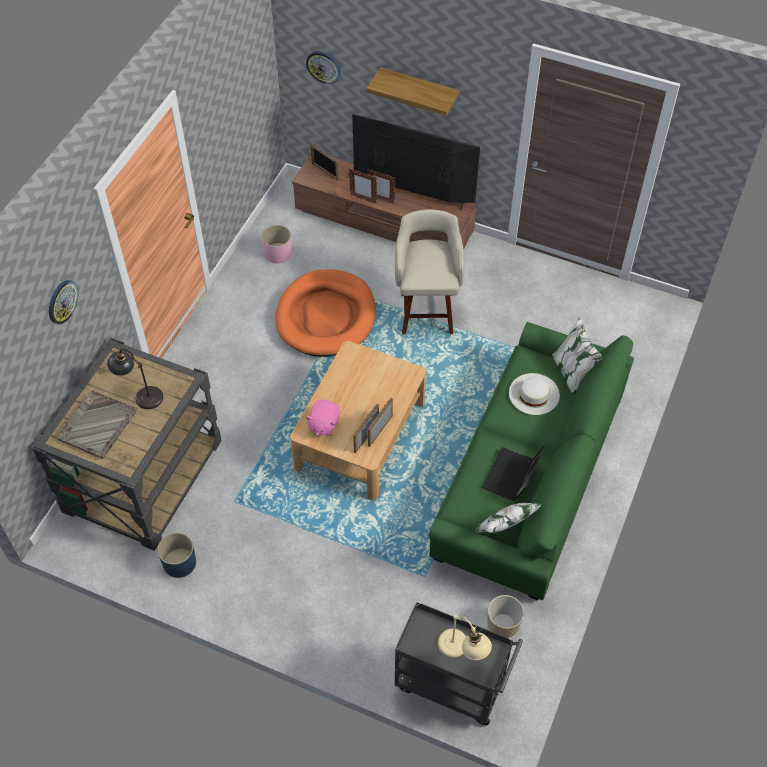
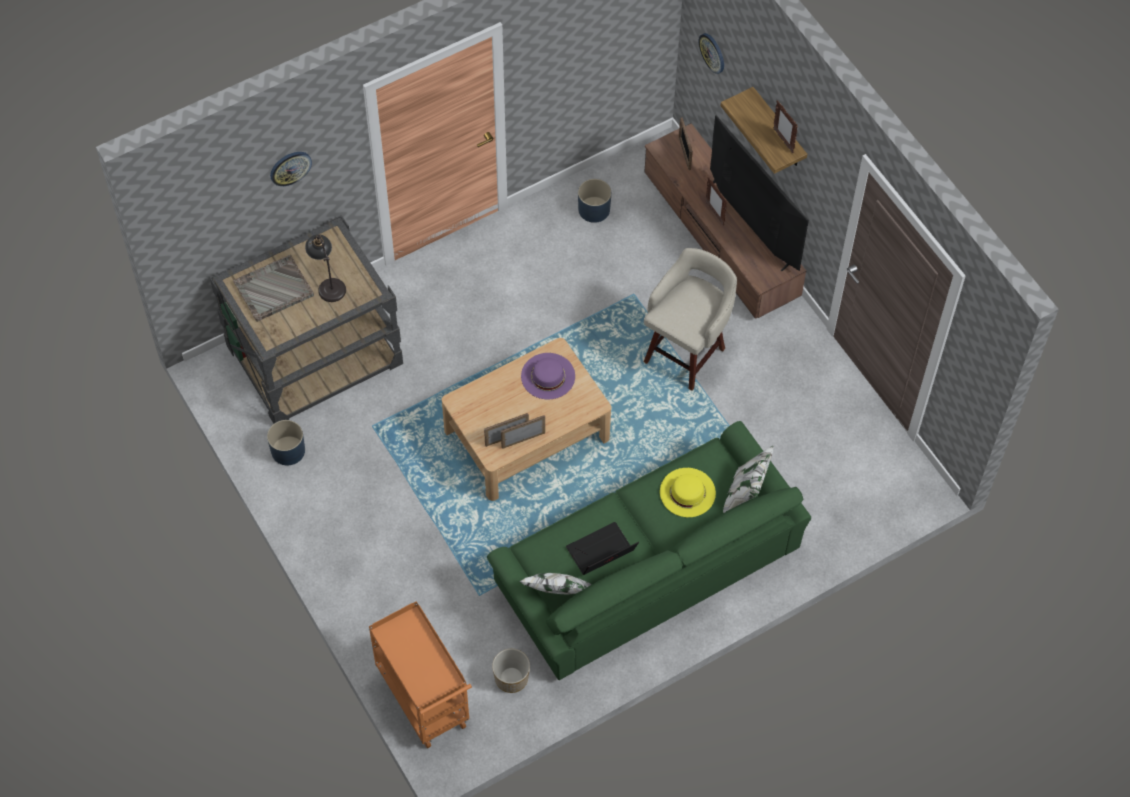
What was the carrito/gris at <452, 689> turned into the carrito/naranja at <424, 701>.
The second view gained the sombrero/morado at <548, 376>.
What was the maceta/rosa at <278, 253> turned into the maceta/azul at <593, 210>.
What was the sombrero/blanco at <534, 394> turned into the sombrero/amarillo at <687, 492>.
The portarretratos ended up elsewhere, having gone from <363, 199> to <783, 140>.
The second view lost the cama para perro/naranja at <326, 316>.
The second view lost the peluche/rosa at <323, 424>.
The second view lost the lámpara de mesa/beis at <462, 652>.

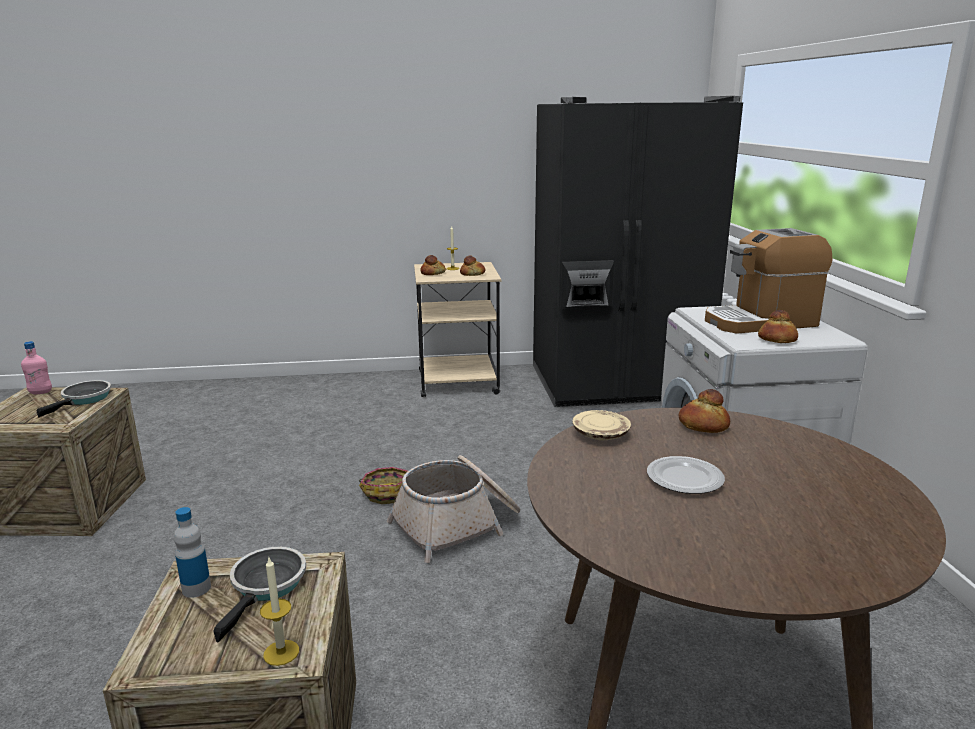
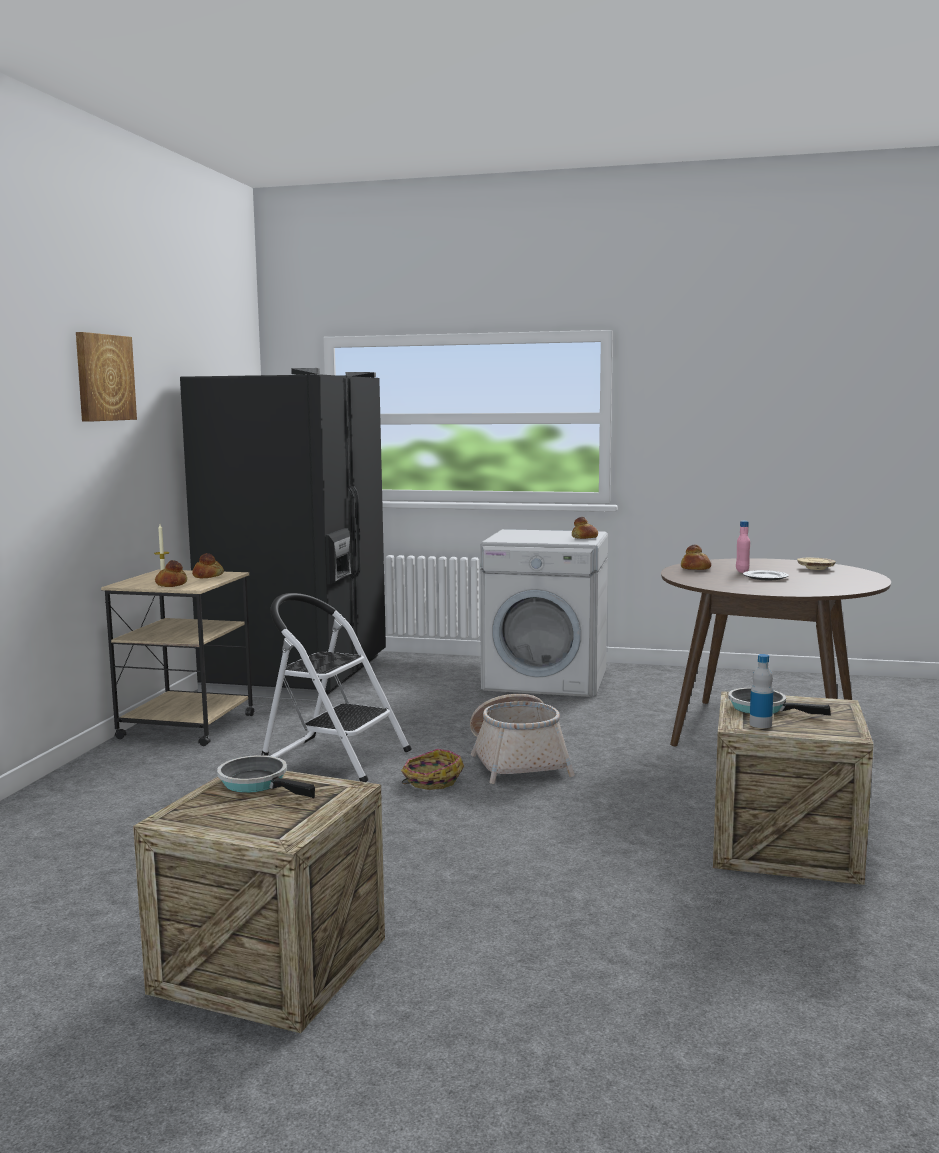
The second view gained the cuadro at <104, 377>.
The second view gained the escalera de tijera at <332, 758>.
The botella/rosa ended up elsewhere, having gone from <40, 392> to <742, 571>.
The plato/beis ended up elsewhere, having gone from <601, 434> to <815, 568>.
The second view lost the vela at <281, 652>.
The second view lost the cafetera at <760, 322>.

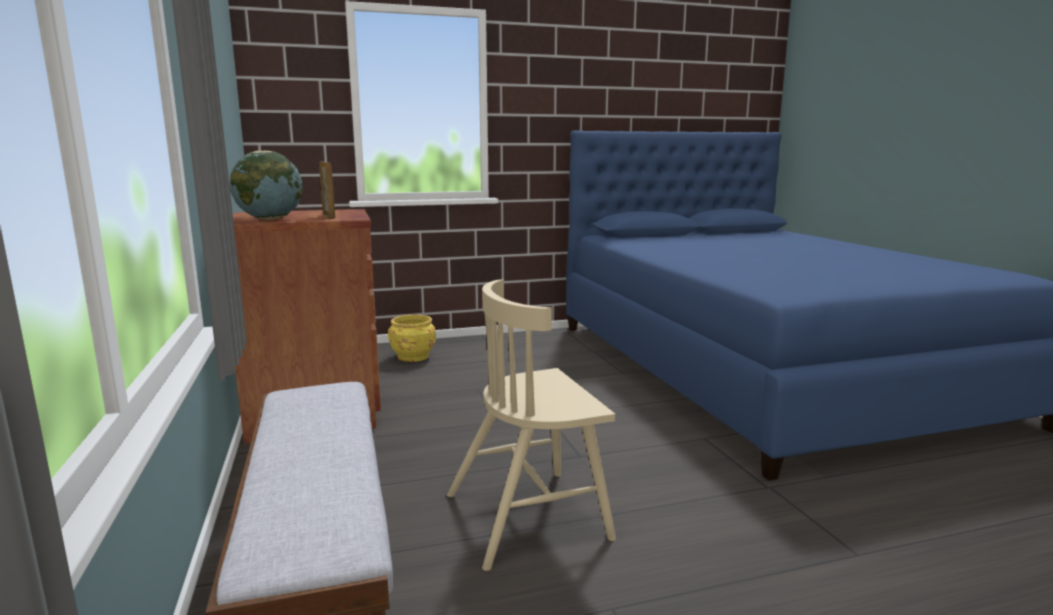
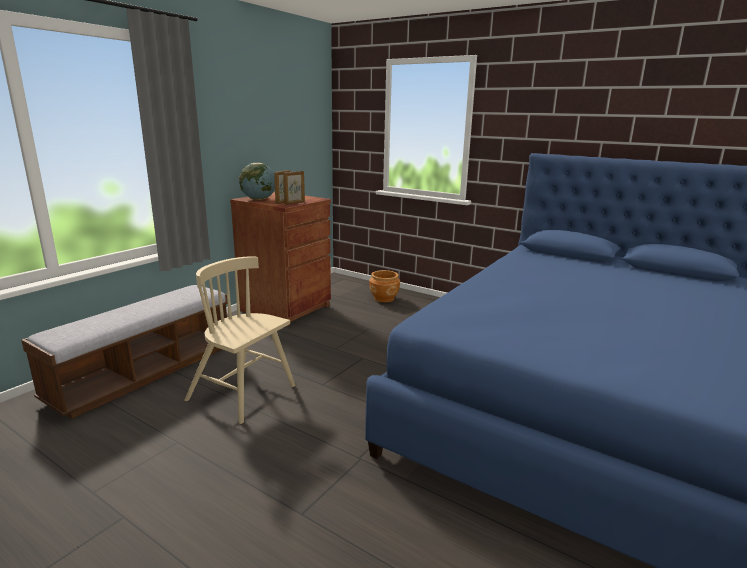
The second view gained the portarretratos at <295, 203>.
What was the maceta/amarillo at <413, 356> turned into the maceta/marrón at <384, 298>.

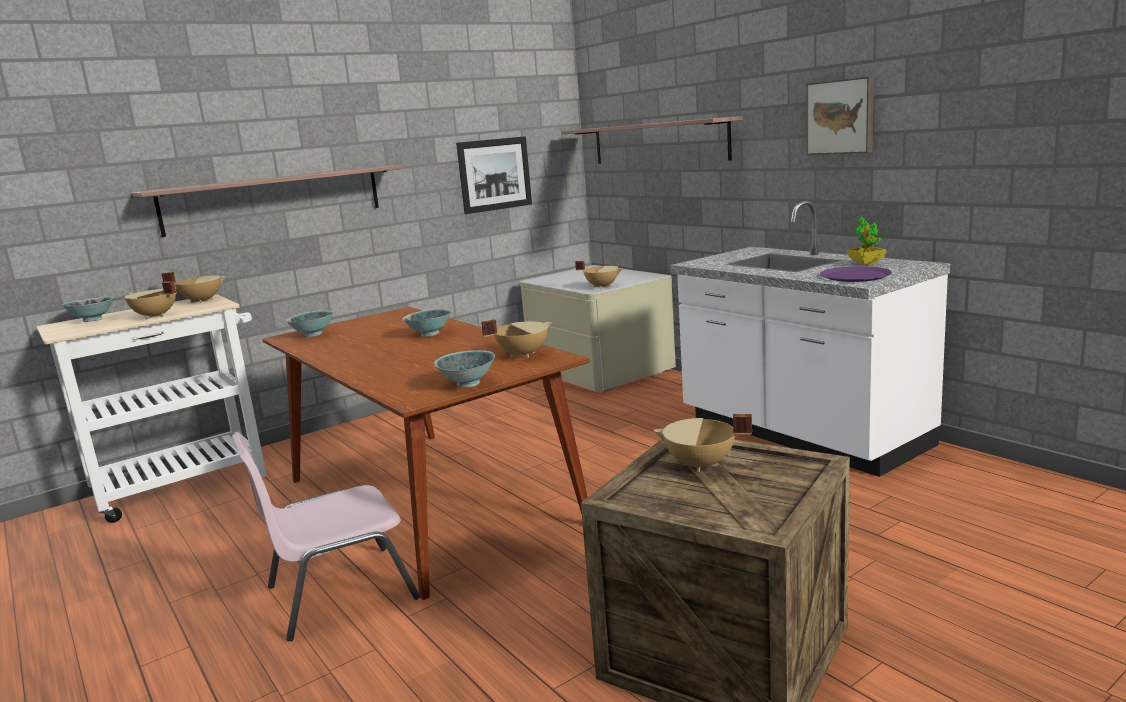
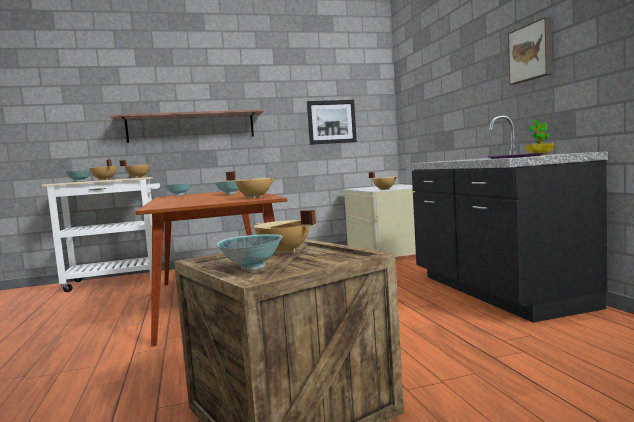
The cuenco ended up elsewhere, having gone from <468, 384> to <252, 267>.
What was the mueble bajo de cocina/blanco at <800, 433> turned into the mueble bajo de cocina/negro at <495, 291>.
The second view lost the silla/rosa at <338, 592>.
The second view lost the estante at <658, 142>.

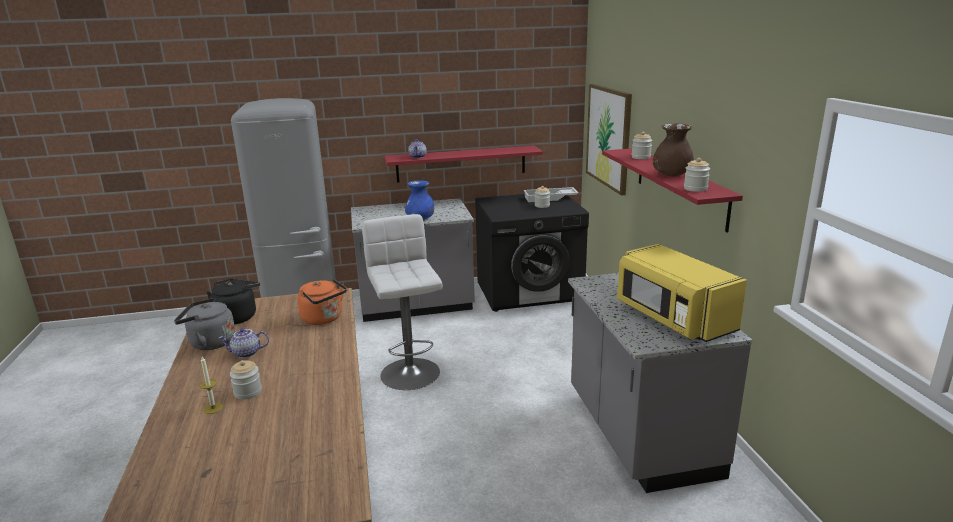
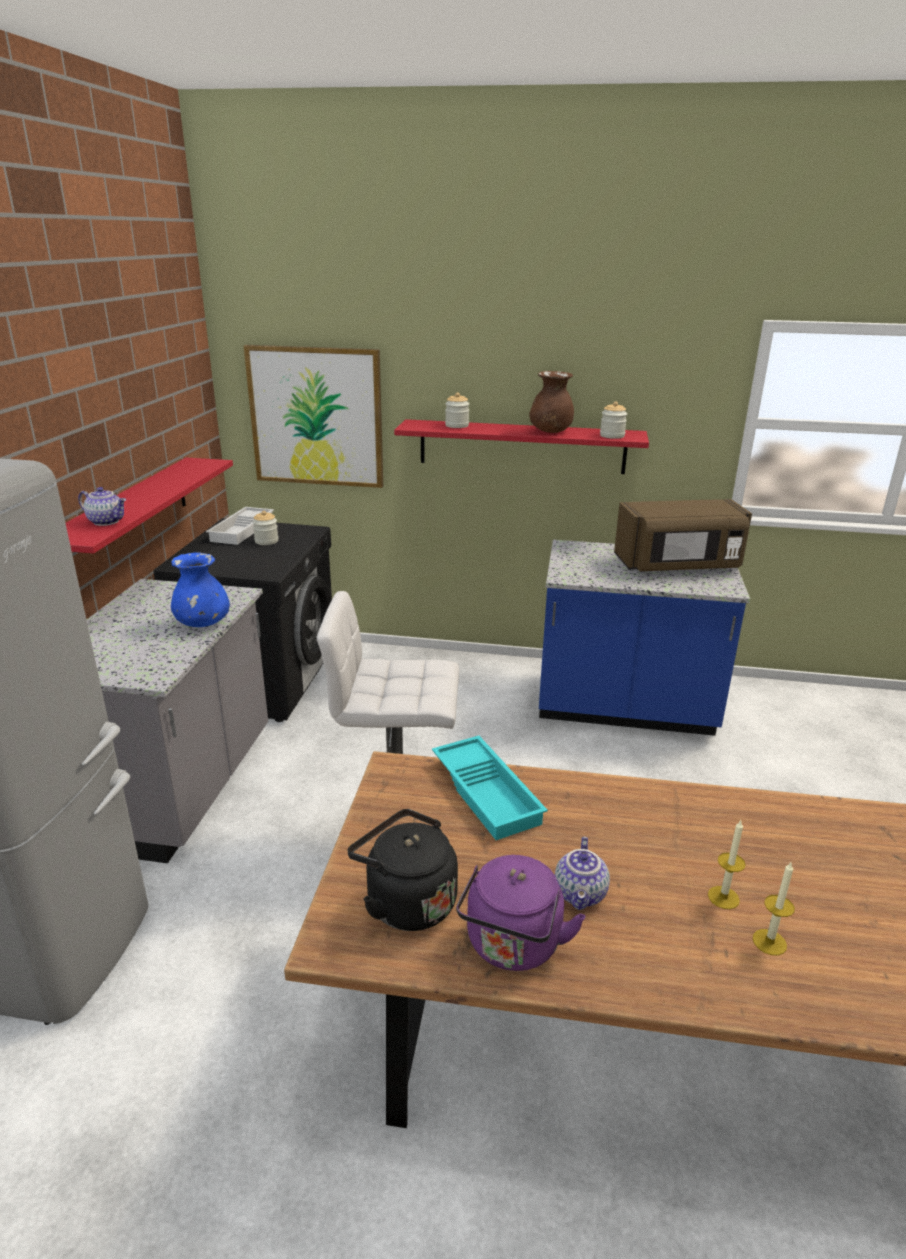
Where the hervidor/naranja stood at <324, 319>, the bandeja/turquesa came to stand at <488, 793>.
What was the hervidor/gris at <209, 343> turned into the hervidor/morado at <512, 947>.
What was the mueble bajo de cocina/gris at <639, 434> turned into the mueble bajo de cocina/azul at <625, 709>.
What was the microondas/amarillo at <672, 318> turned into the microondas/marrón at <678, 565>.
Where the tarro stood at <248, 392>, the vela came to stand at <723, 897>.

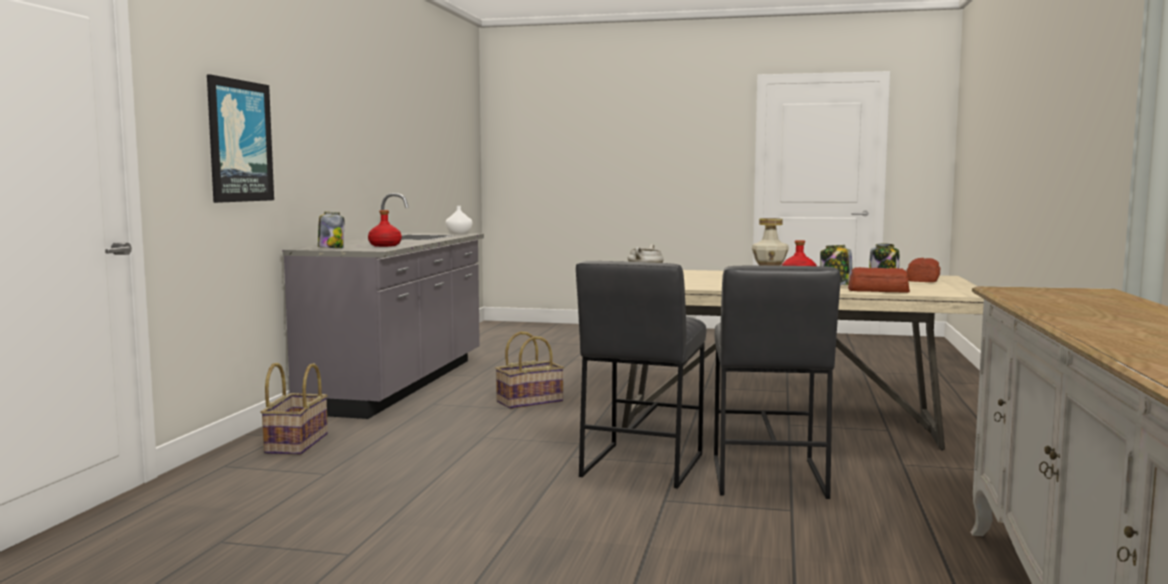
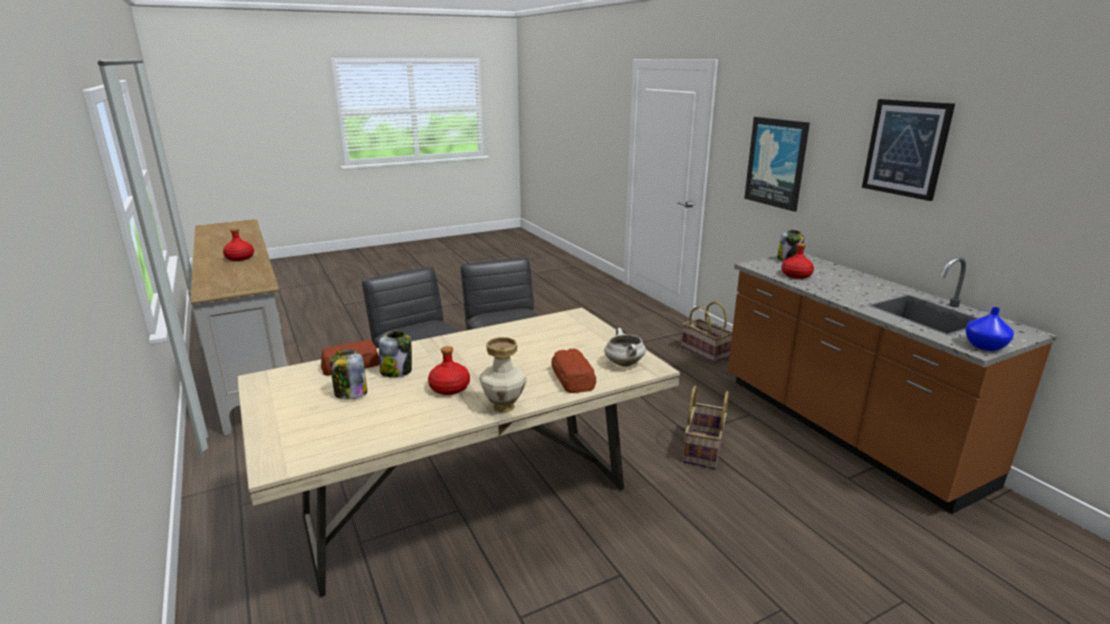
The second view gained the botella/rojo at <240, 258>.
The pan ended up elsewhere, having gone from <922, 279> to <573, 378>.
What was the mueble bajo de cocina/gris at <400, 384> turned into the mueble bajo de cocina/marrón at <844, 430>.
The second view gained the cuadro at <906, 148>.
What was the florero/blanco at <458, 233> turned into the florero/azul at <984, 346>.

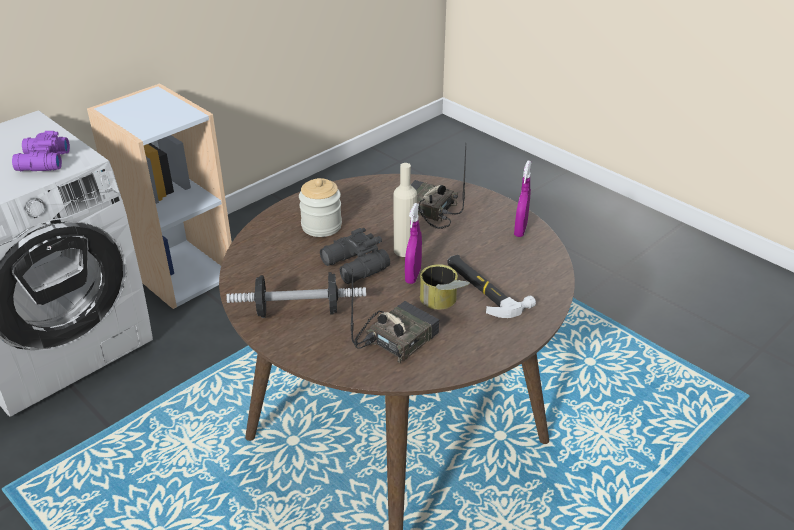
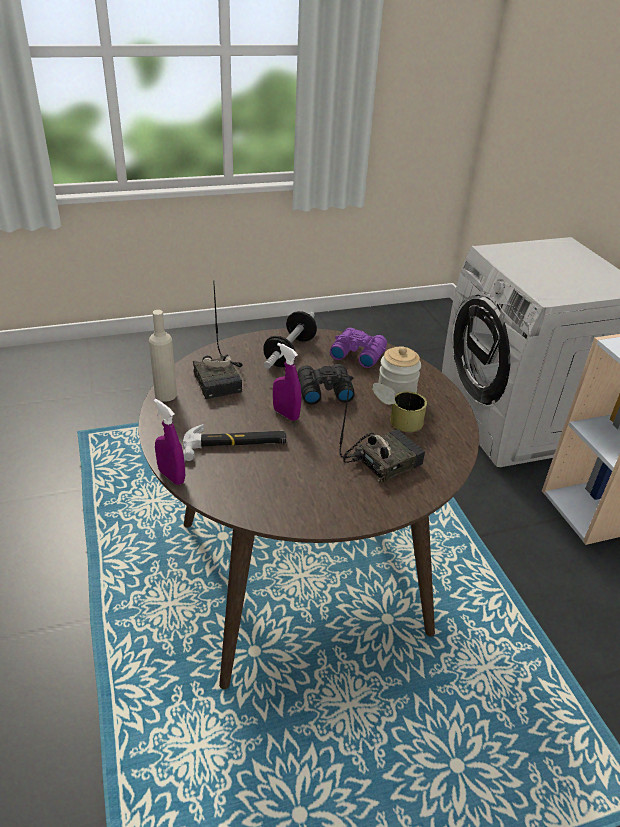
The botella/beis ended up elsewhere, having gone from <404, 250> to <166, 395>.
The pulverizador/morado ended up elsewhere, having gone from <520, 230> to <171, 476>.
The prismáticos/morado ended up elsewhere, having gone from <42, 162> to <357, 353>.
The lata ended up elsewhere, having gone from <443, 304> to <395, 421>.

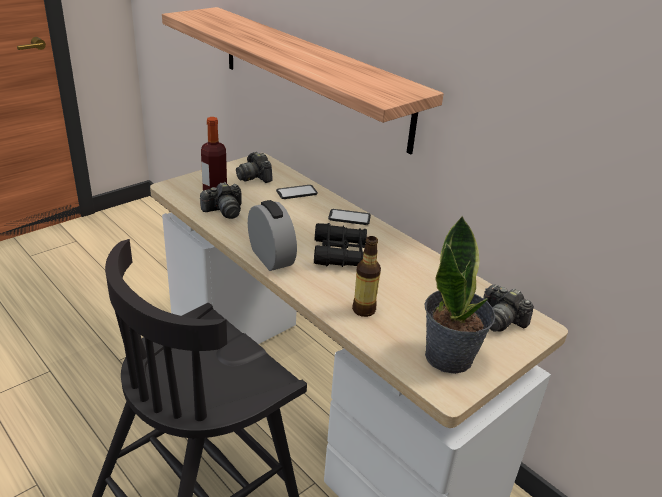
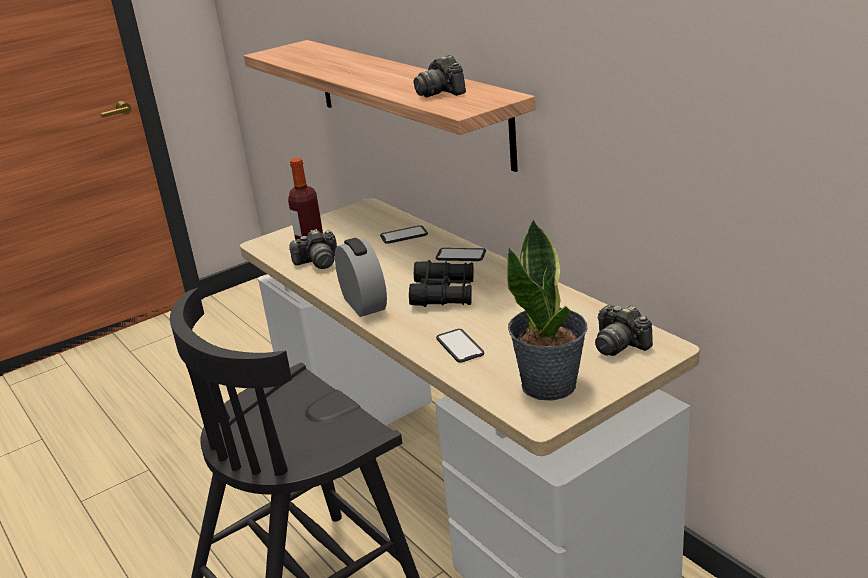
The cámara ended up elsewhere, having gone from <254, 177> to <441, 92>.
Where the botella stood at <363, 310>, the móvil came to stand at <460, 346>.

